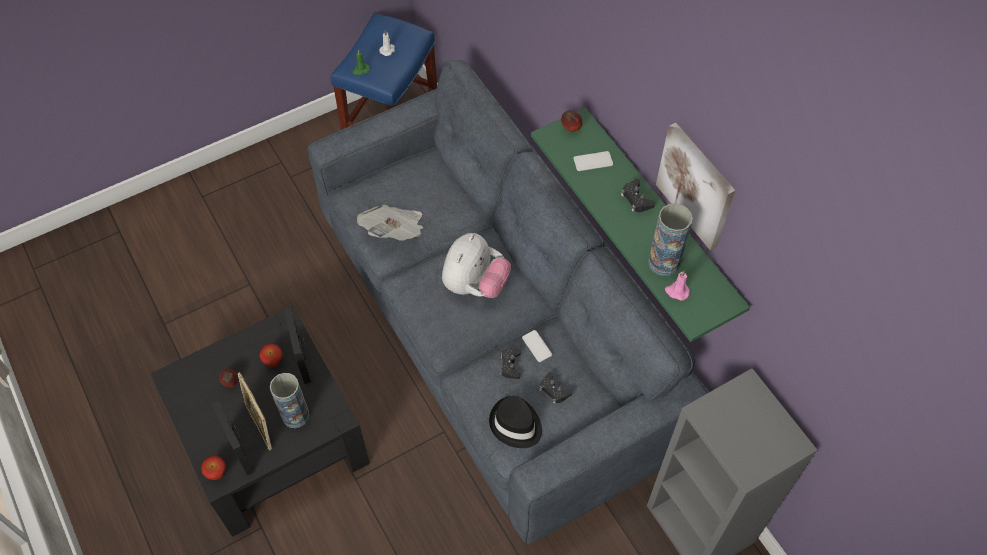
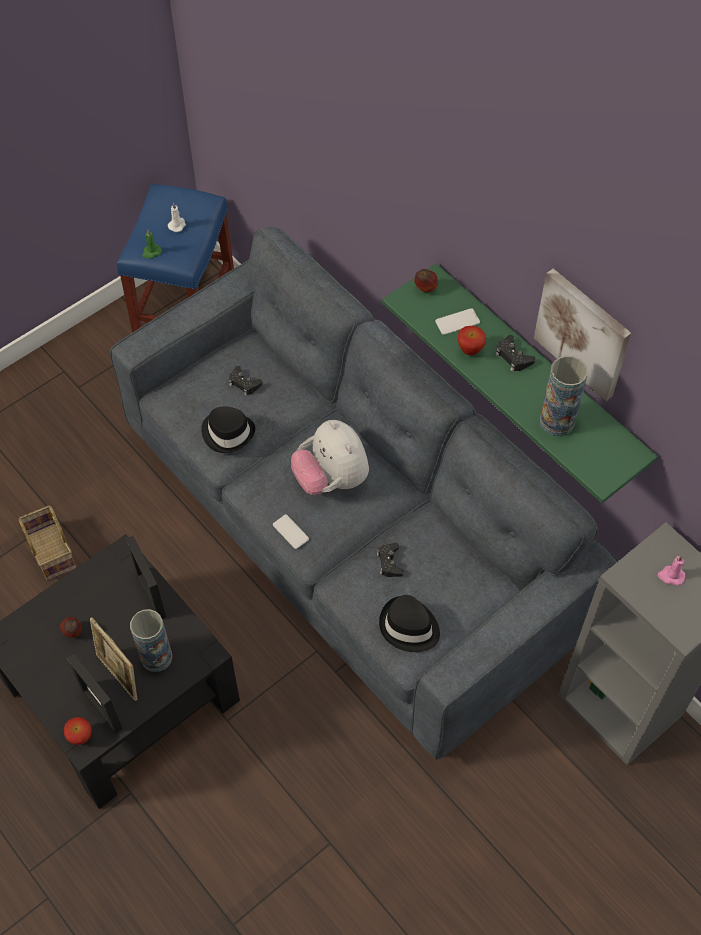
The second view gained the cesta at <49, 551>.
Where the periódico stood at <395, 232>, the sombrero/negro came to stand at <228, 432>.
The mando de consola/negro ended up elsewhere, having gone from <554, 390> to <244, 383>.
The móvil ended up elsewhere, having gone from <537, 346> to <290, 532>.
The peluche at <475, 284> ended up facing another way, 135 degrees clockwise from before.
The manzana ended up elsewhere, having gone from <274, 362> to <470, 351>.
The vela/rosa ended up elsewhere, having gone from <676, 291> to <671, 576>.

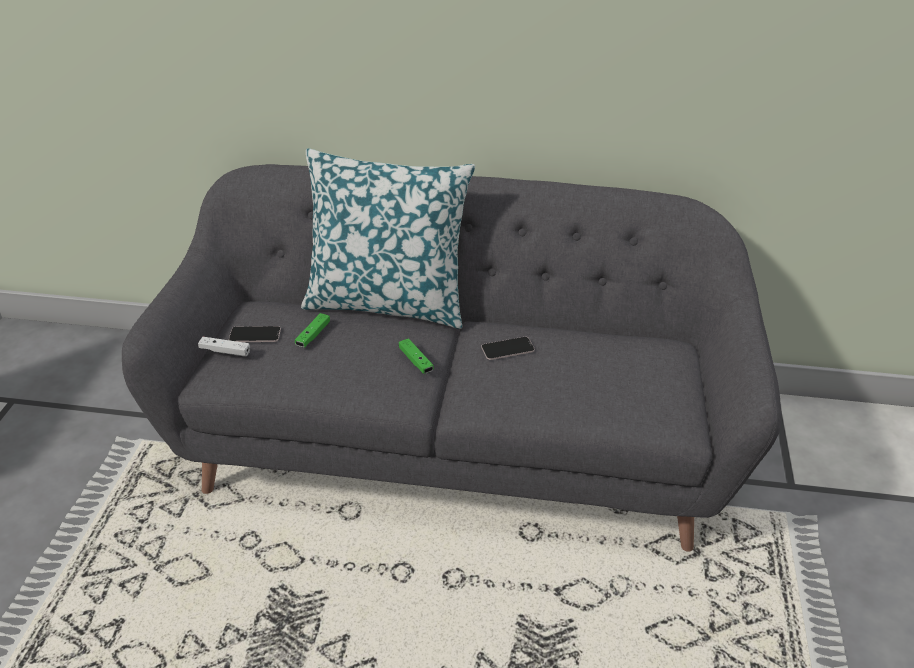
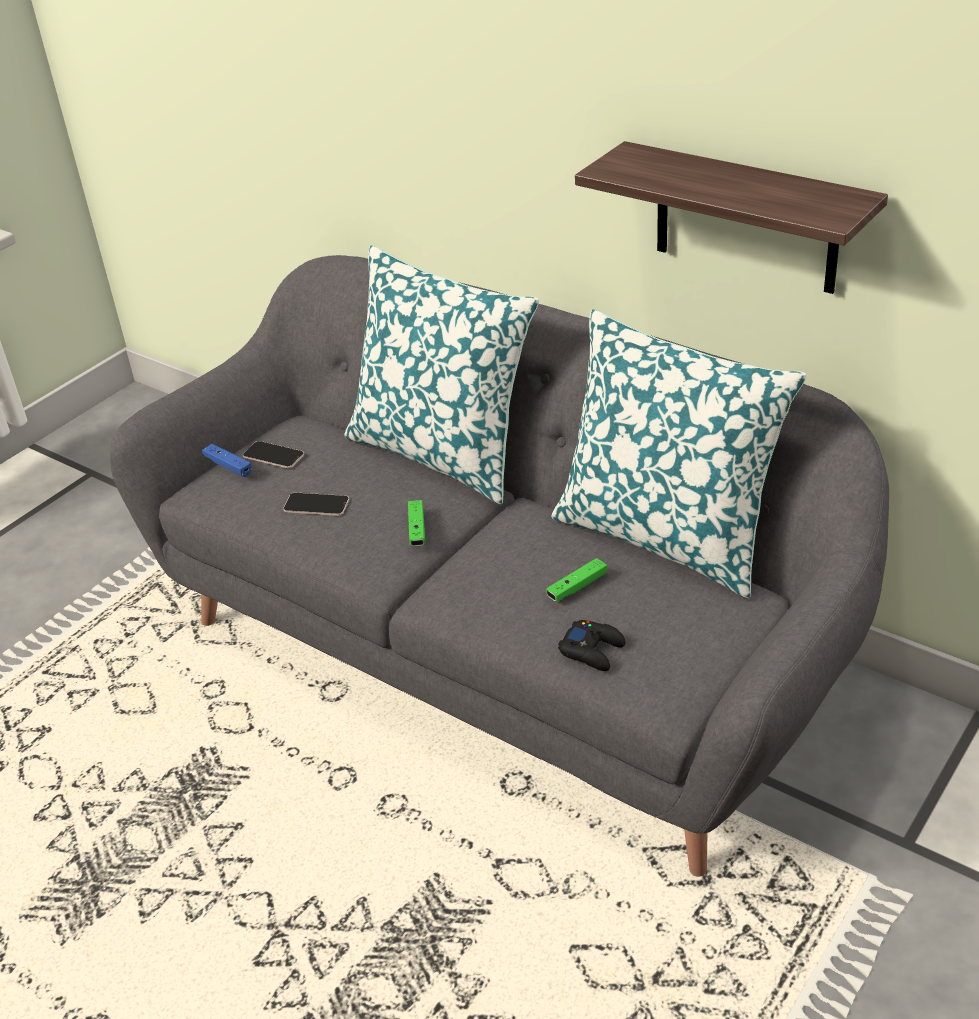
What was the mando de consola/blanco at <225, 351> turned into the mando de consola/azul at <228, 466>.
The móvil ended up elsewhere, having gone from <507, 349> to <316, 505>.
The mando de consola/verde ended up elsewhere, having gone from <313, 335> to <577, 587>.
The second view gained the cojín at <667, 536>.
The second view gained the mando de consola/negro at <592, 650>.
The second view gained the estante at <746, 219>.

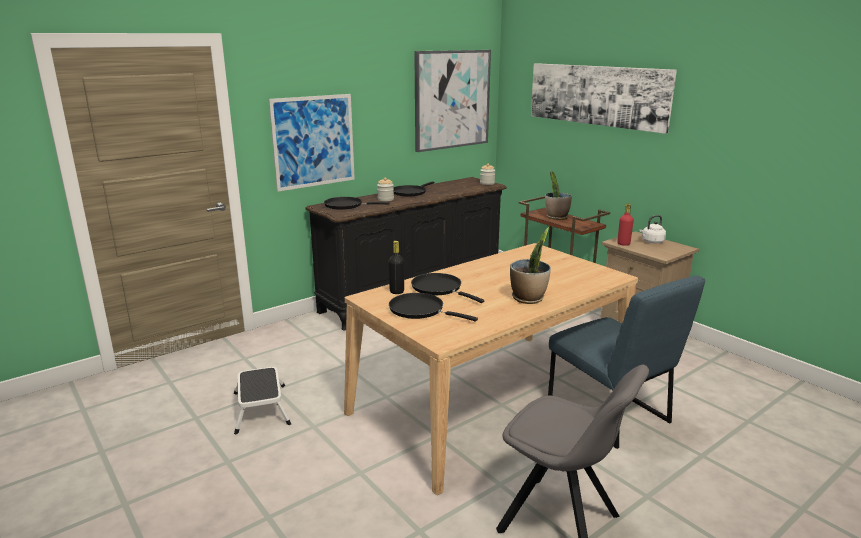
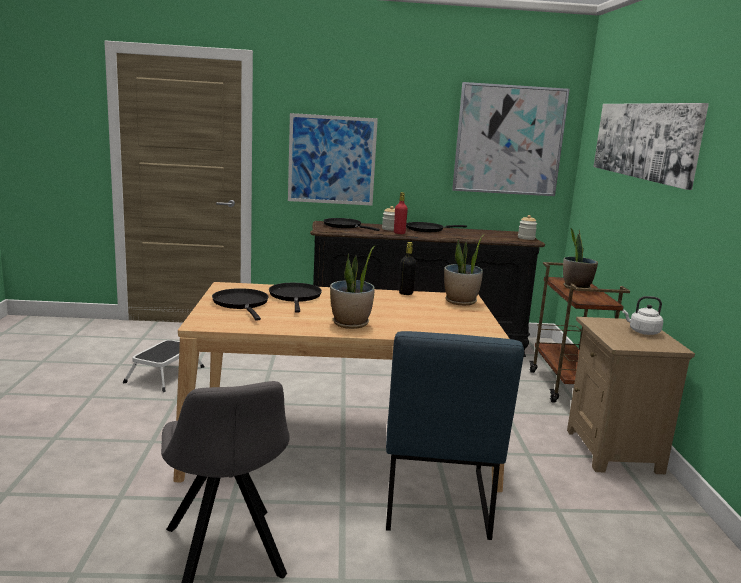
The botella/rojo ended up elsewhere, having gone from <623, 244> to <399, 233>.
The botella/negro ended up elsewhere, having gone from <397, 291> to <406, 293>.
The second view gained the planta en maceta at <460, 302>.

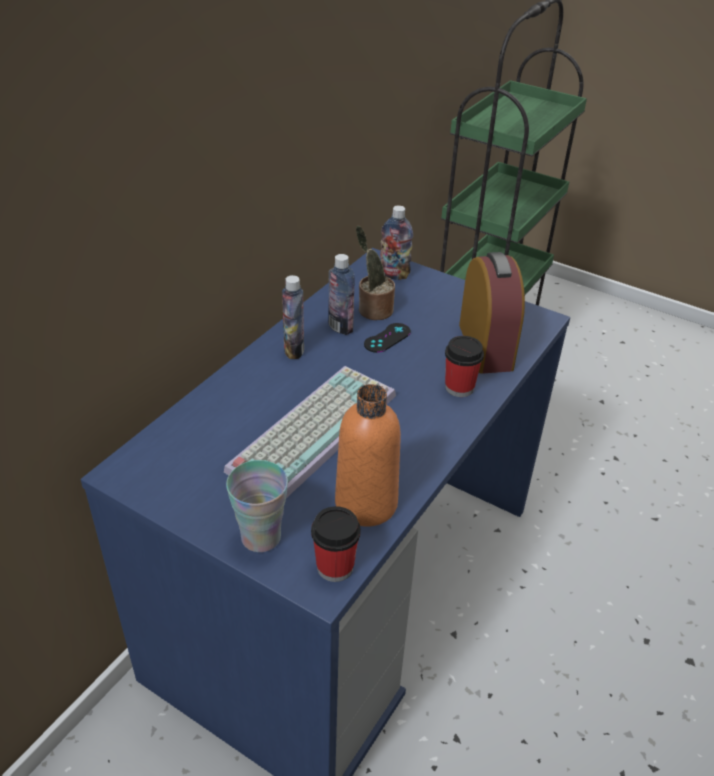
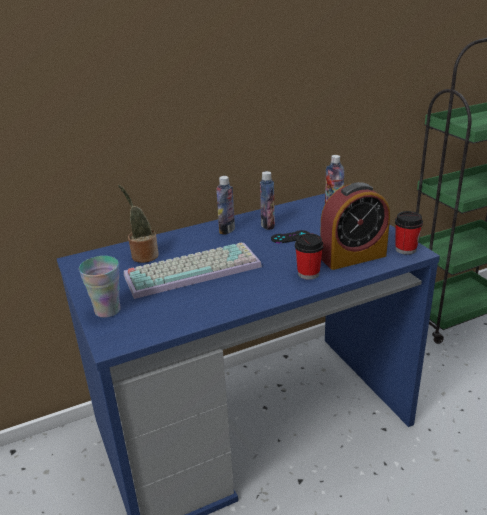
The planta en maceta ended up elsewhere, having gone from <373, 310> to <143, 255>.
The despertador at <485, 346> ended up facing another way, 45 degrees clockwise from before.
The taza ended up elsewhere, having gone from <335, 567> to <405, 249>.
The second view lost the botella/naranja at <366, 504>.

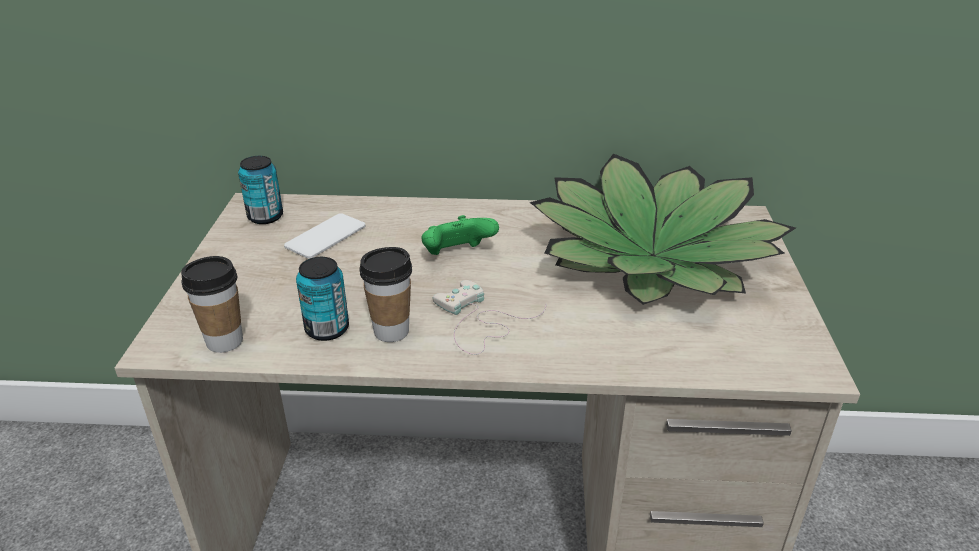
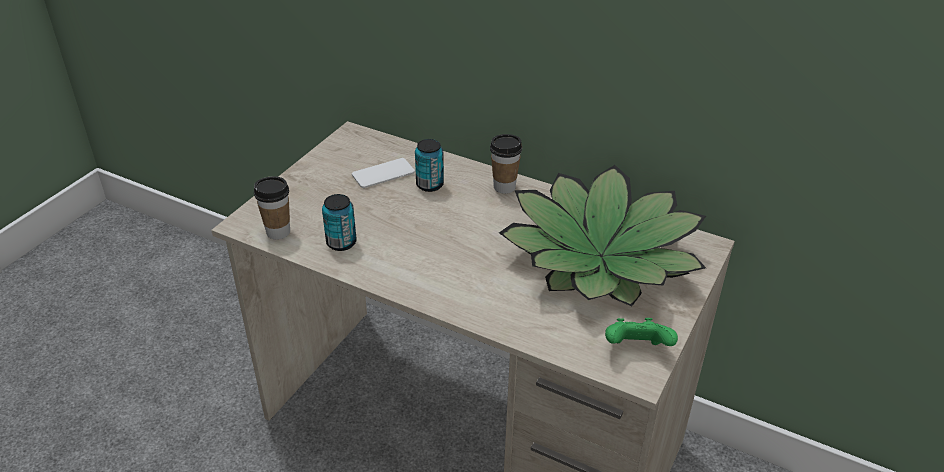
The lata ended up elsewhere, having gone from <265, 217> to <430, 185>.
The taza ended up elsewhere, having gone from <391, 331> to <504, 187>.
The mando de consola/verde ended up elsewhere, having gone from <457, 255> to <636, 349>.
The second view lost the mando de consola/blanco at <479, 322>.

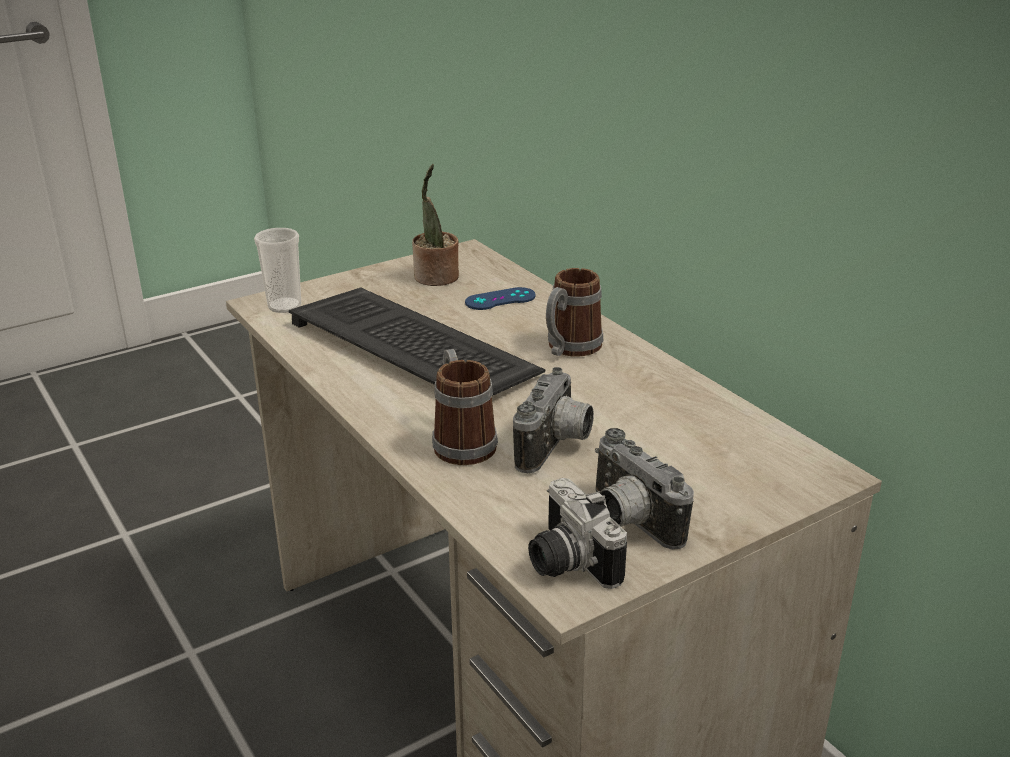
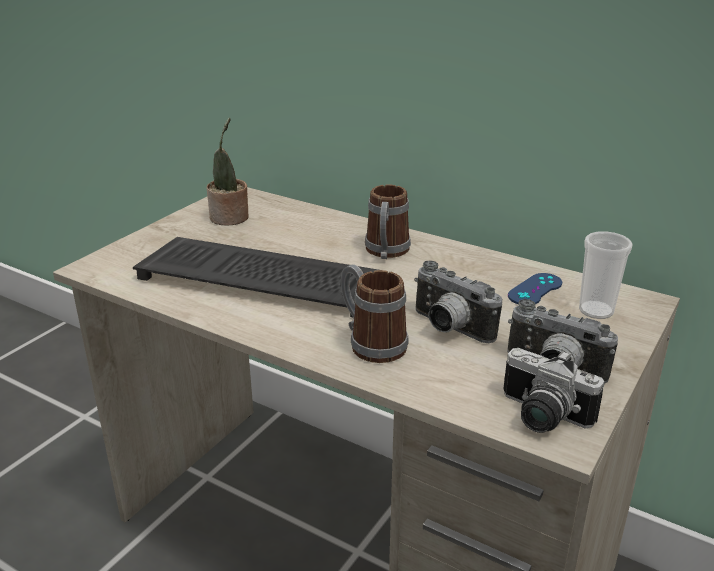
The cámara at <557, 447> ended up facing another way, 135 degrees clockwise from before.
The mando de consola/azul ended up elsewhere, having gone from <500, 299> to <535, 289>.
The taza ended up elsewhere, having gone from <284, 306> to <596, 310>.

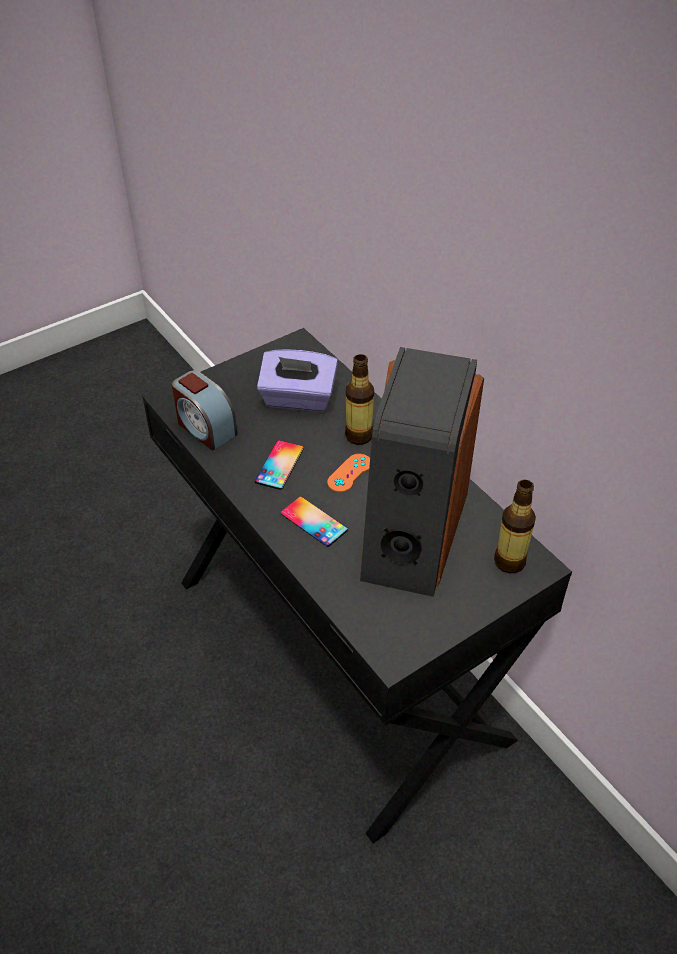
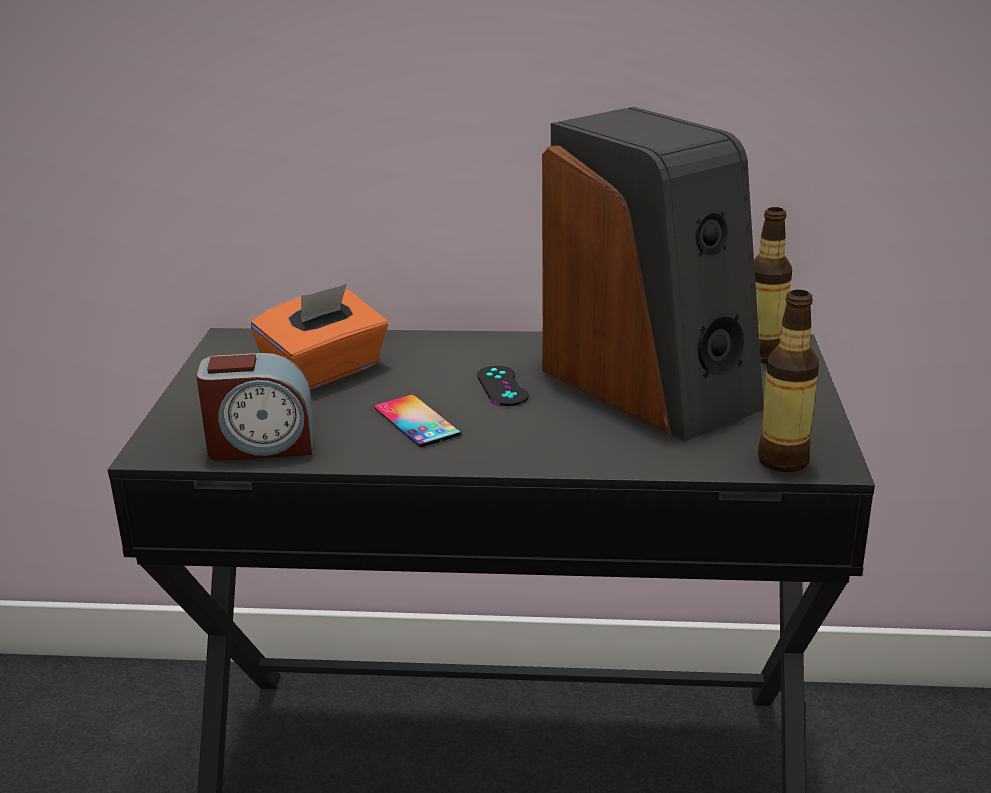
What was the caja de pañuelos/morado at <298, 399> turned into the caja de pañuelos/naranja at <325, 371>.
What was the mando de consola/naranja at <349, 473> turned into the mando de consola/negro at <502, 386>.
The botella ended up elsewhere, having gone from <358, 436> to <782, 461>.
The second view lost the móvil at <314, 521>.

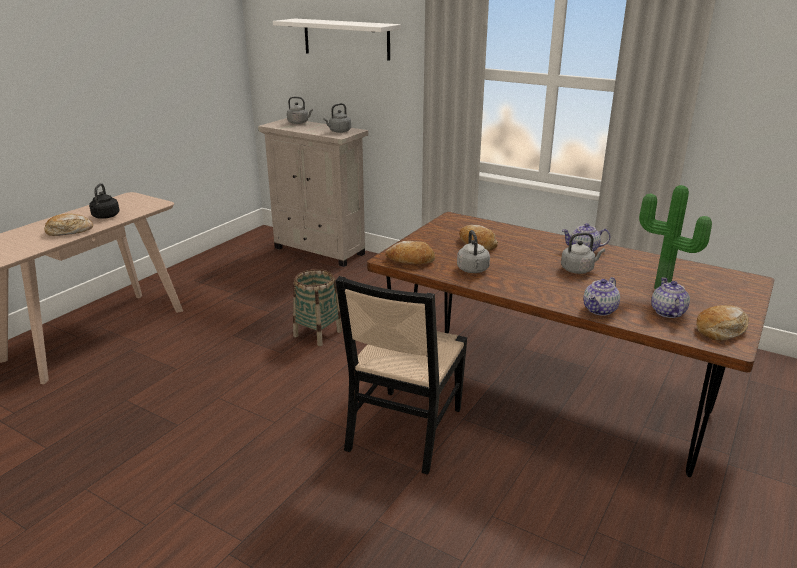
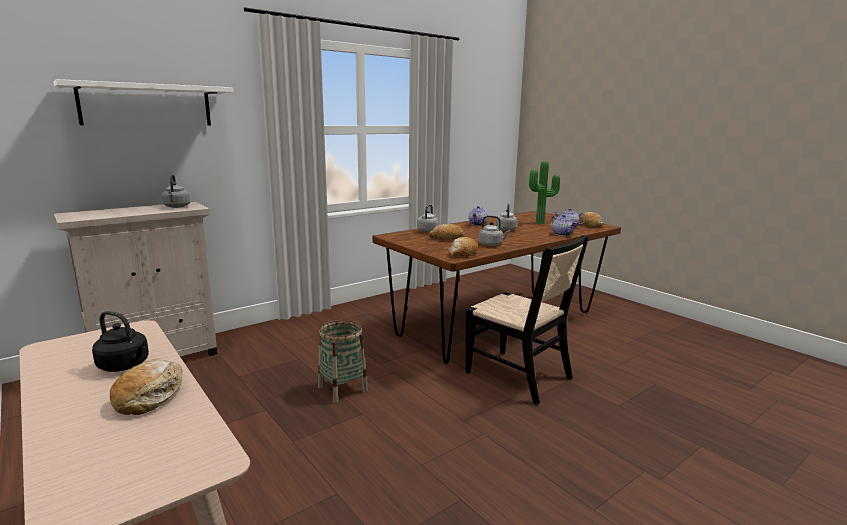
The hervidor/gris ended up elsewhere, having gone from <299, 123> to <428, 230>.

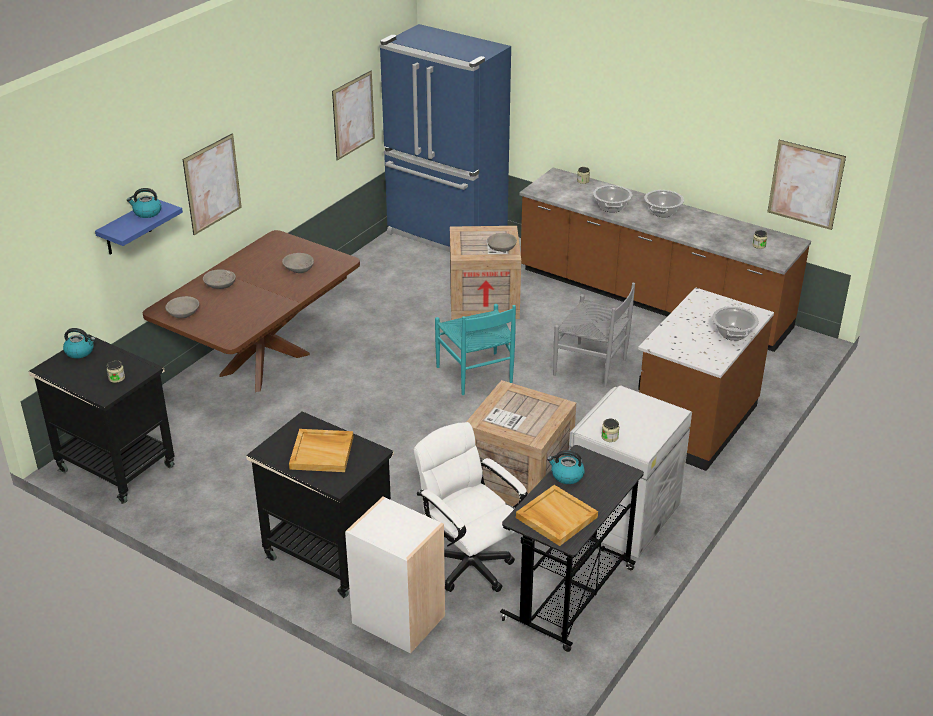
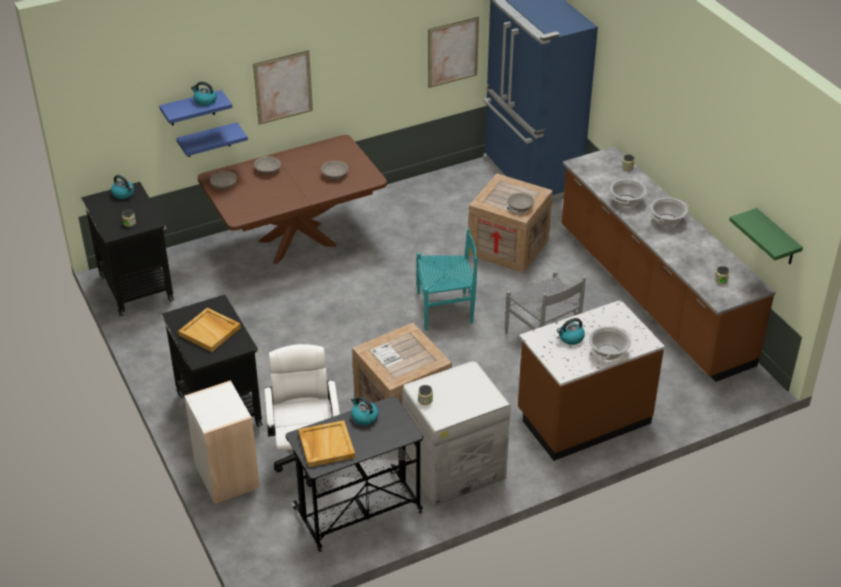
The second view gained the estante/azul at <208, 140>.
The silla/turquesa at <477, 375> ended up facing another way, 105 degrees counterclockwise from before.
The second view gained the hervidor at <570, 338>.
Where the cuadro hung at <805, 184>, the estante/verde came to hang at <777, 238>.

